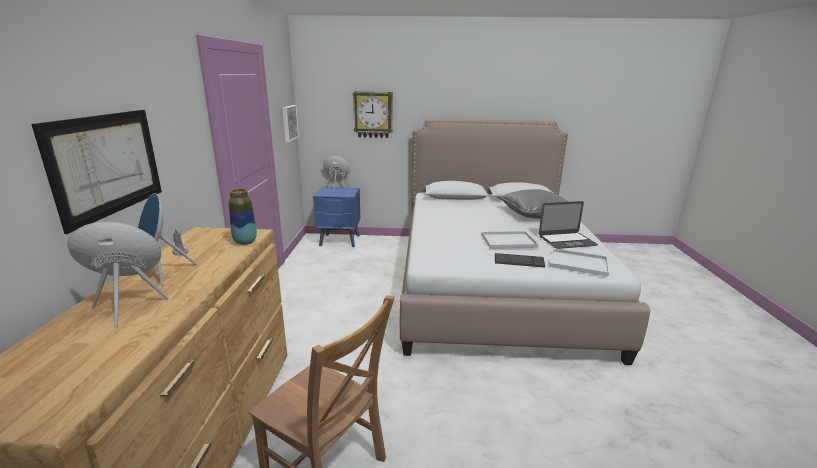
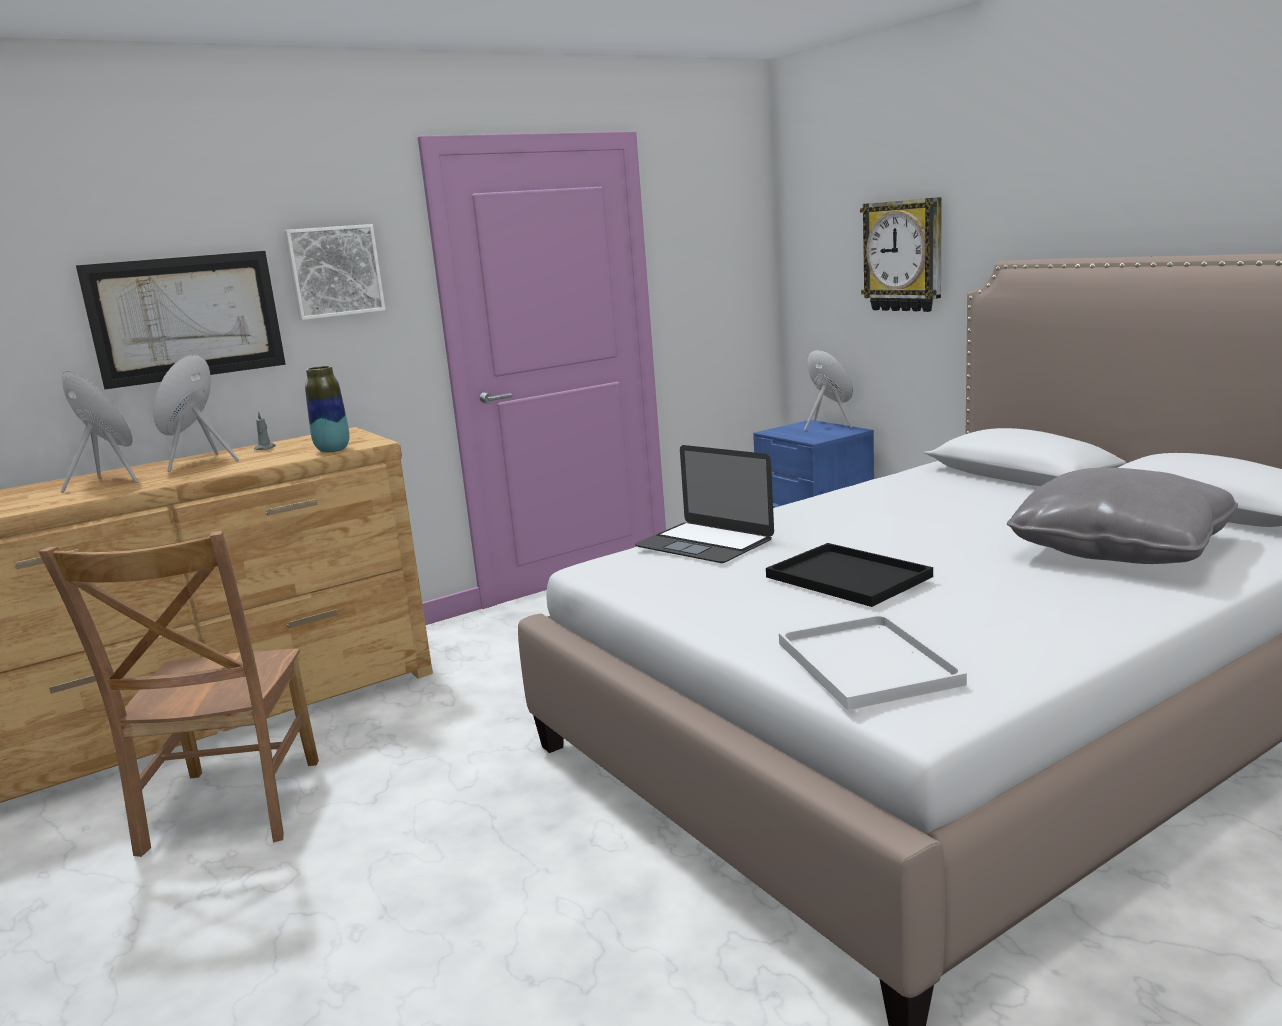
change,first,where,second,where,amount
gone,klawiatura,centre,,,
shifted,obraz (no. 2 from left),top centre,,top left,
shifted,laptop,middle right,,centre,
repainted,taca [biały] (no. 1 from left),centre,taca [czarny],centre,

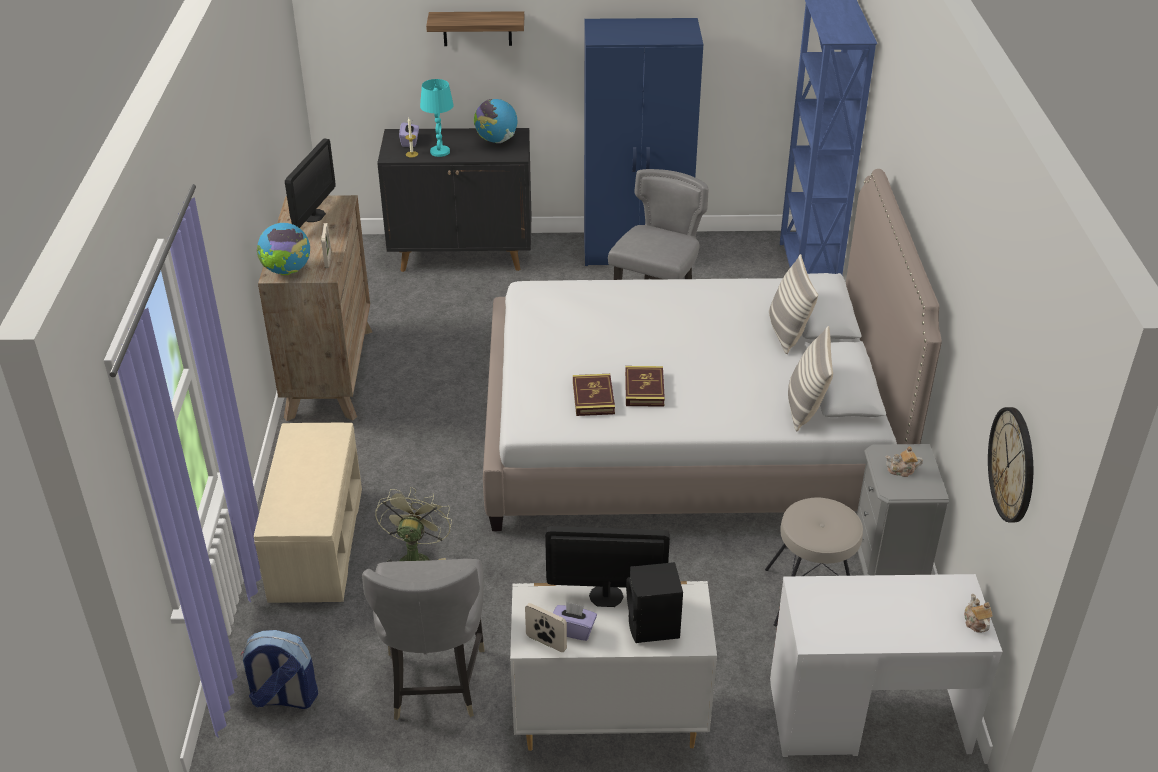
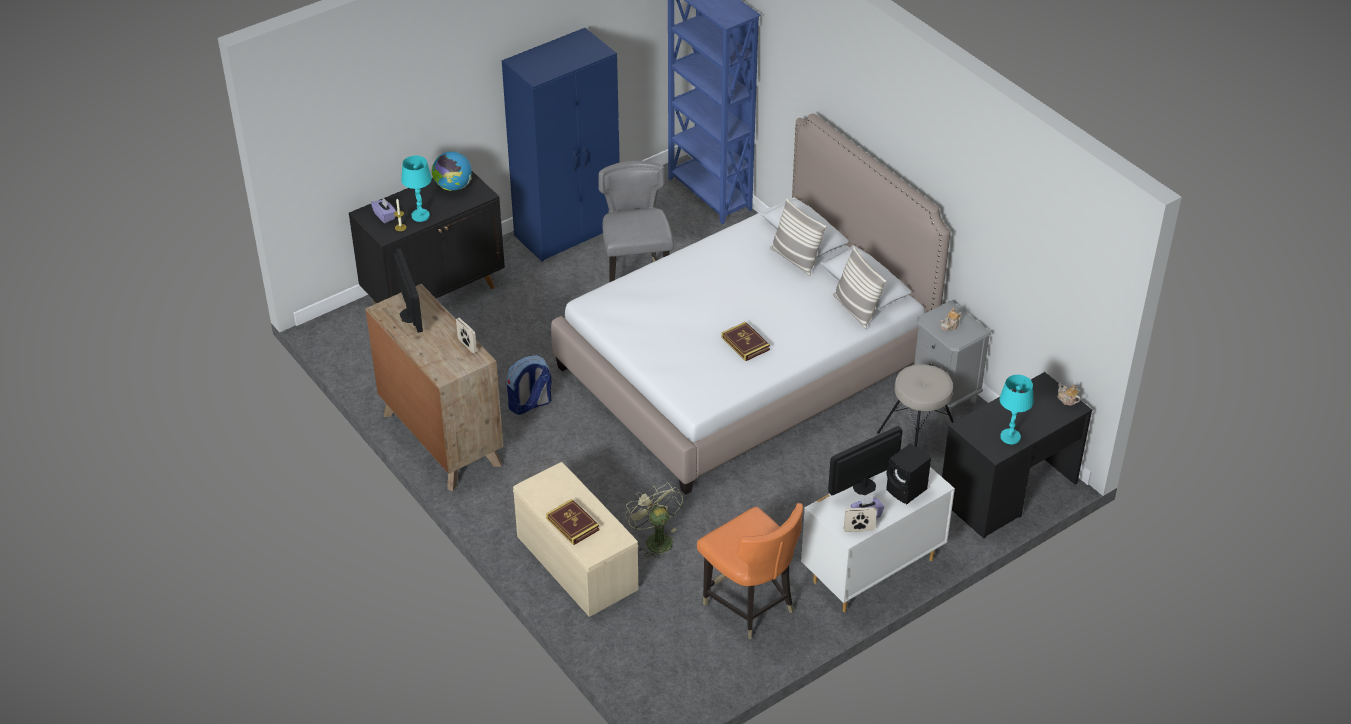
change,first,where,second,where,amount
gone,globus (no. 1 from left),top left,,,
gone,półka,top centre,,,
gone,zegar ścienny,middle right,,,
new,,,lampa stołowa [turkusowy] (no. 2 from left),middle right,
shifted,plecak,bottom left,,centre,
shifted,książka (no. 1 from left),centre,,bottom centre,
repainted,krzesło [szary] (no. 1 from left),bottom centre,krzesło [pomarańczowy],bottom centre,
repainted,biurko [biały],bottom right,biurko [czarny],middle right,

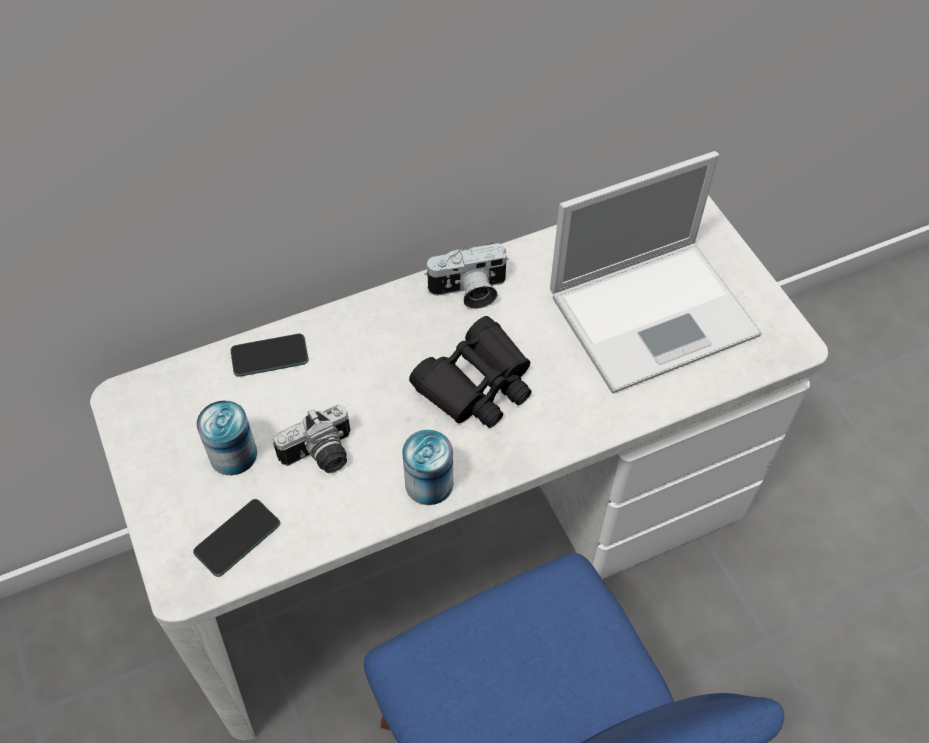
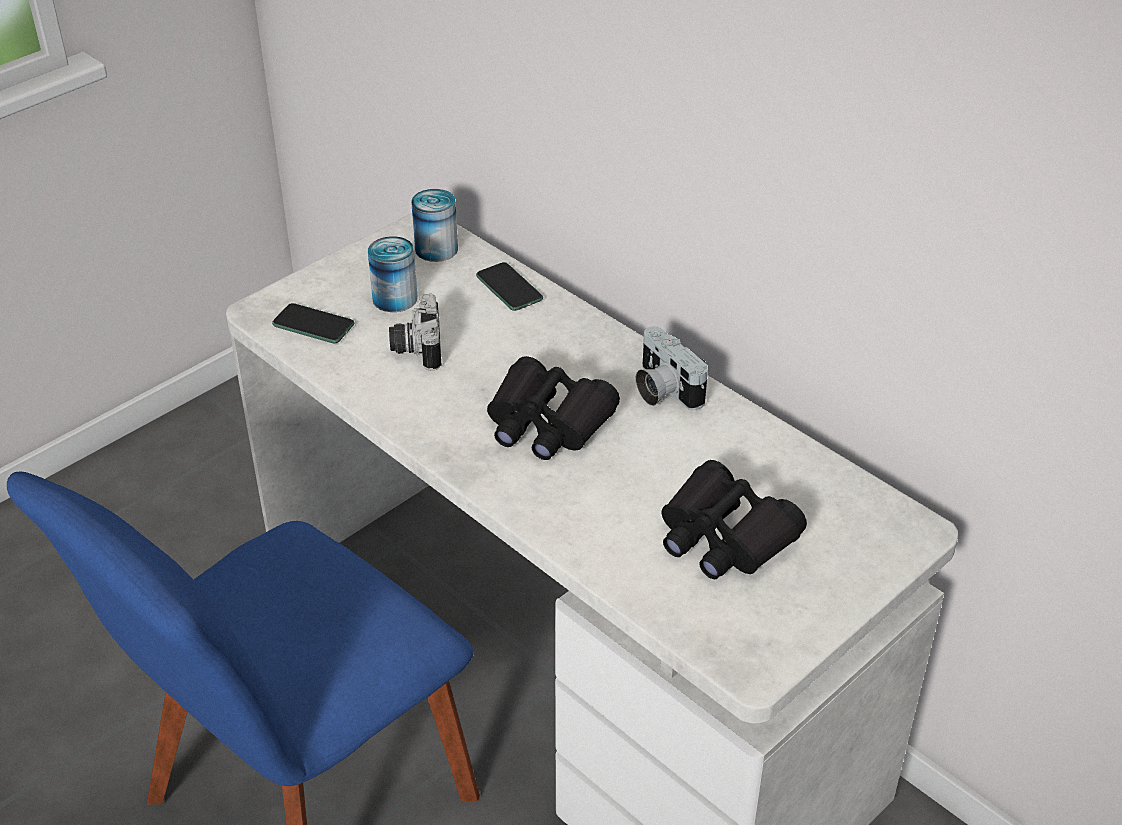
change,first,where,second,where,amount
shifted,puszka (no. 2 from left),centre,,top centre,
swapped,laptop,middle right,lornetka [czarny] (no. 2 from left),centre,
rotated,aparat fotograficzny (no. 1 from left),centre,,centre,45 degrees clockwise

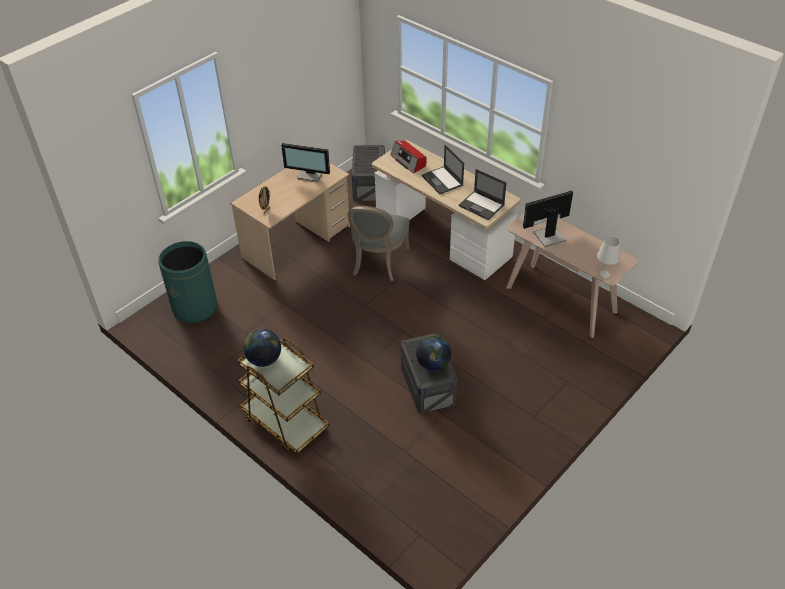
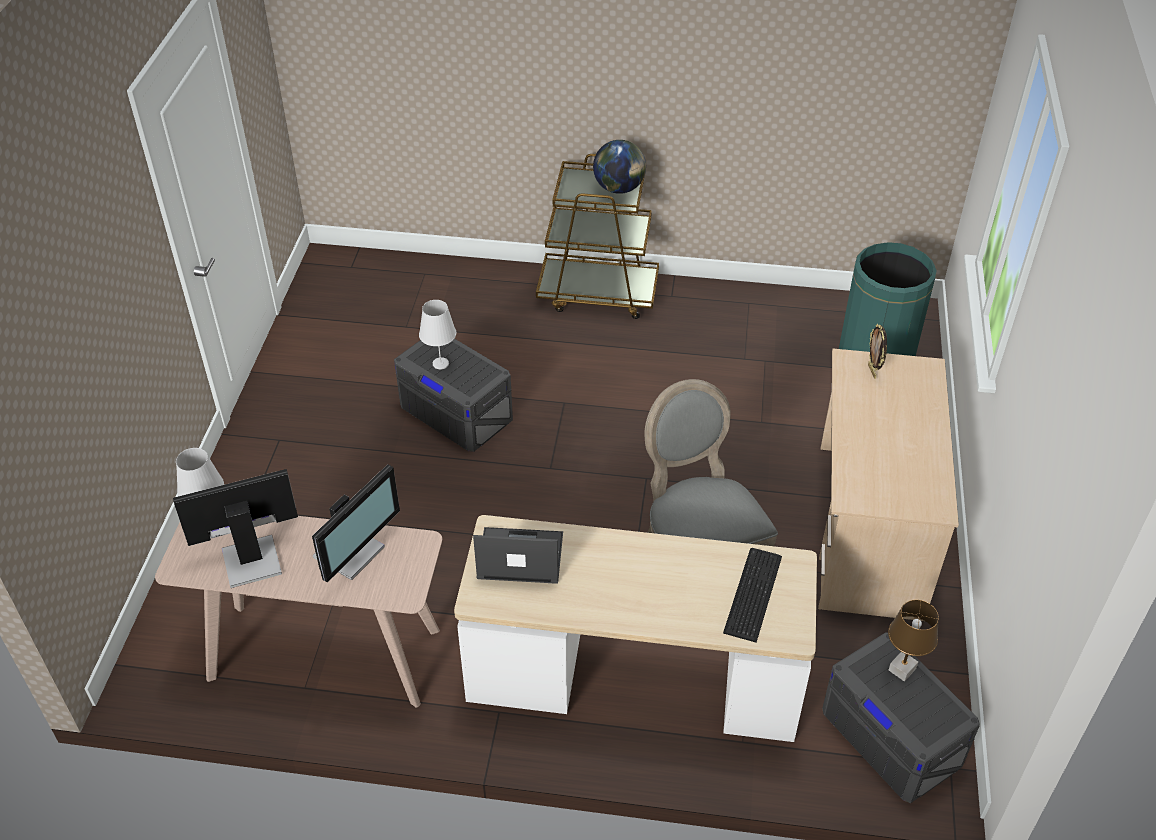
change,first,where,second,where,amount
gone,laptop (no. 1 from left),top centre,,,
new,,,lampa stołowa [brązowy],bottom right,
shifted,monitor (no. 1 from left),top centre,,middle left,
swapped,radio,top centre,klawiatura,bottom centre,
swapped,globus (no. 2 from left),centre,lampa stołowa [biały] (no. 2 from left),centre,

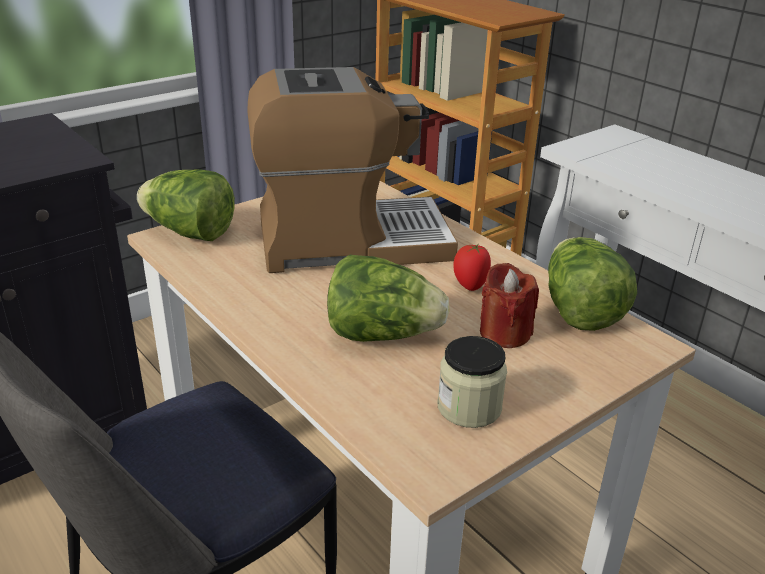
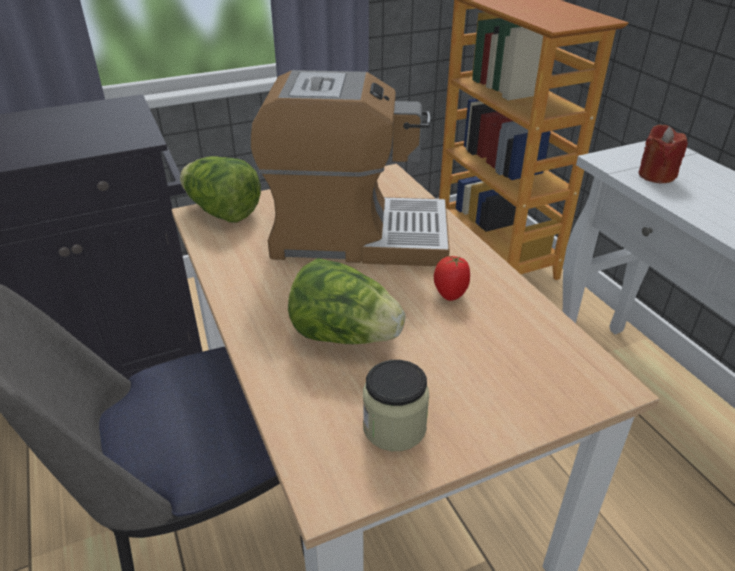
change,first,where,second,where,amount
gone,sałata (no. 3 from left),middle right,,,
shifted,świeca [czerwony],centre,,top right,

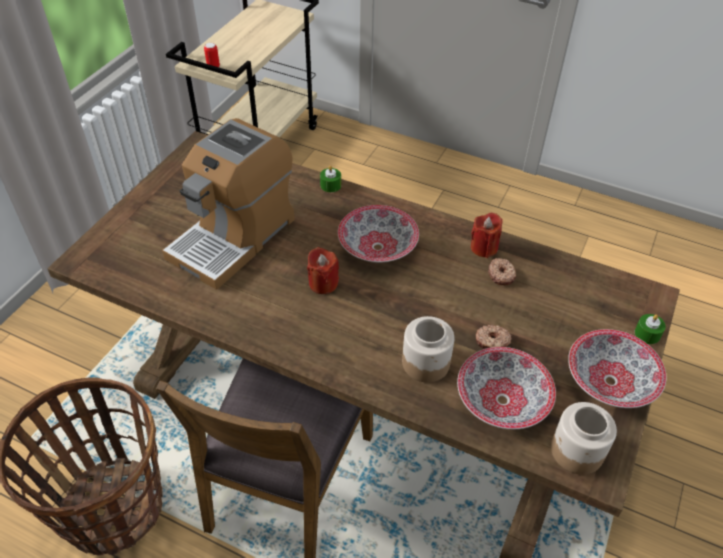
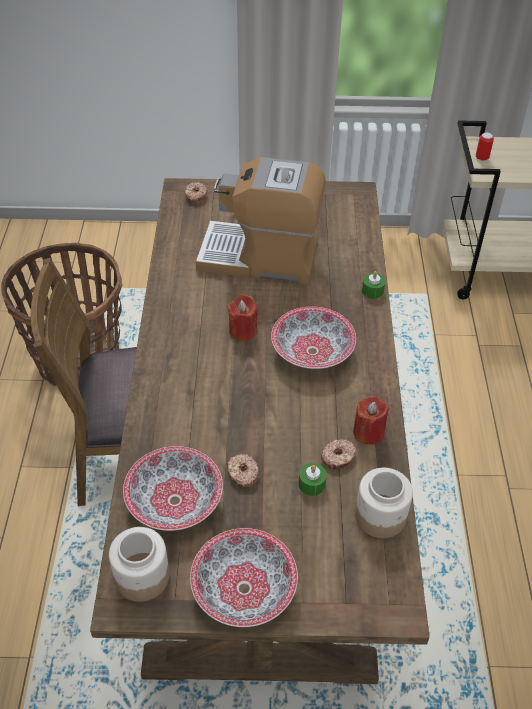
change,first,where,second,where,amount
new,,,donut (no. 1 from left),top centre,
shifted,słoik (no. 1 from left in the first image),centre,słoik (no. 2 from left),bottom right,
shifted,świeca [zielony] (no. 2 from left in the first image),middle right,świeca [zielony] (no. 1 from left),bottom centre,

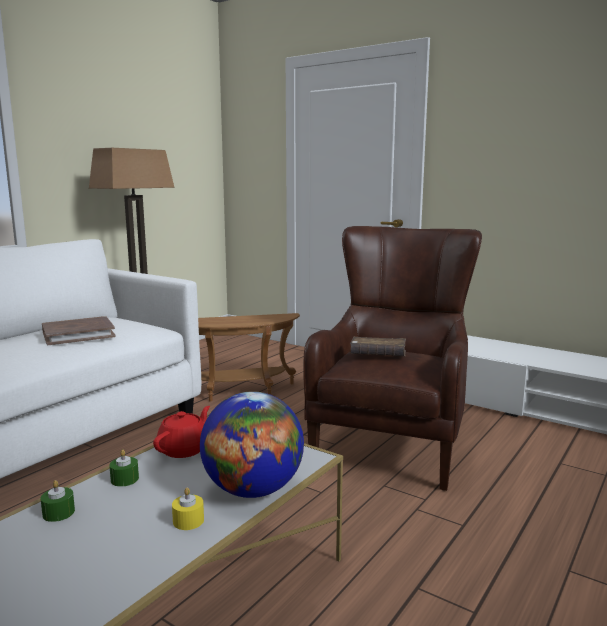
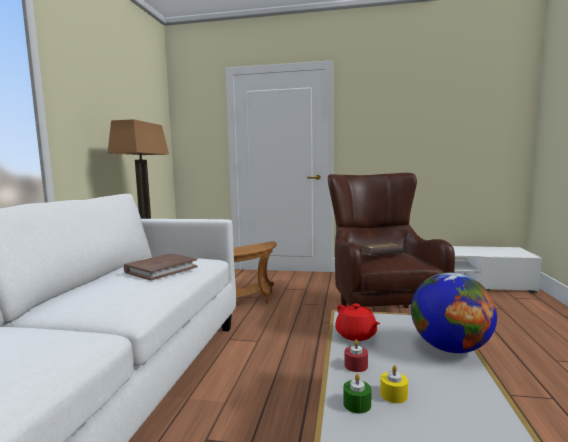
change,first,where,second,where,amount
shifted,świeca [żółty],bottom left,,bottom right,
repainted,świeca [zielony] (no. 2 from left),bottom left,świeca [czerwony],bottom centre,
rotated,imbryk [czerwony],bottom left,,bottom centre,150 degrees clockwise

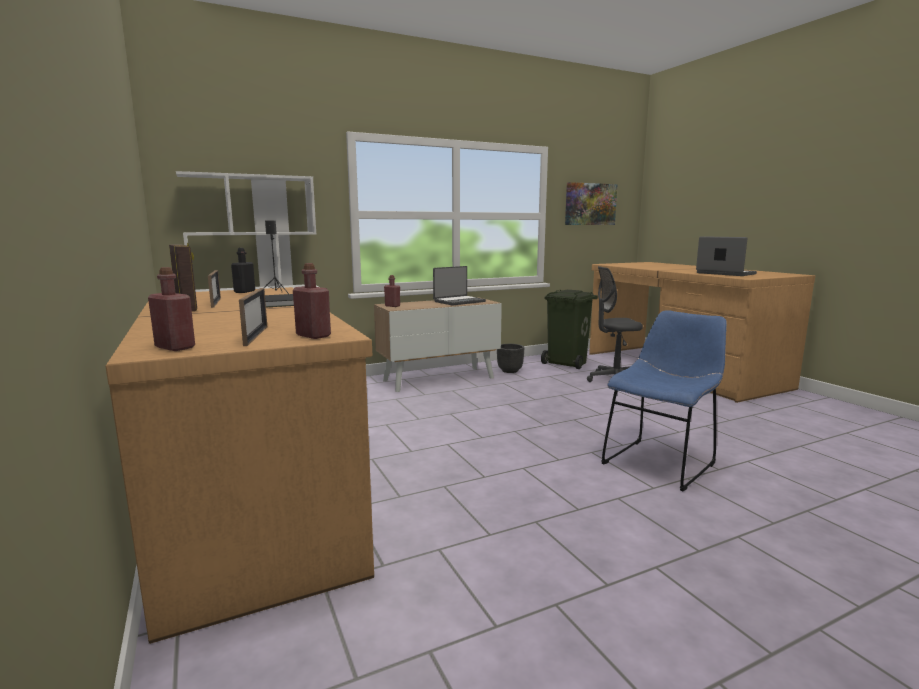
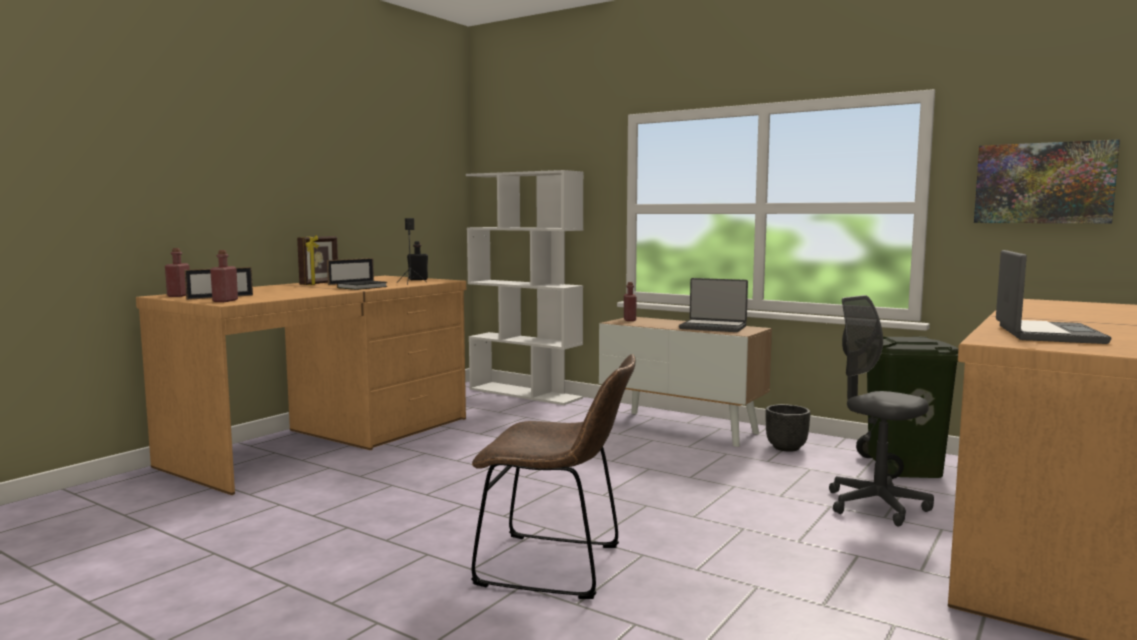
change,first,where,second,where,amount
repainted,krzesło [niebieski],middle right,krzesło [brązowy],bottom centre,

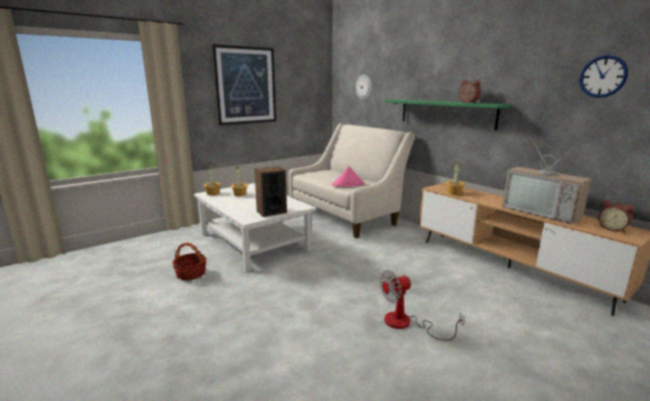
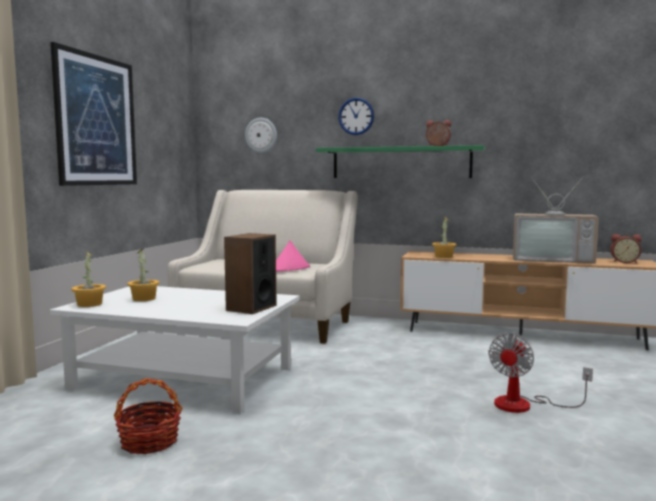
change,first,where,second,where,amount
shifted,zegar ścienny (no. 2 from left),top right,,top centre,

